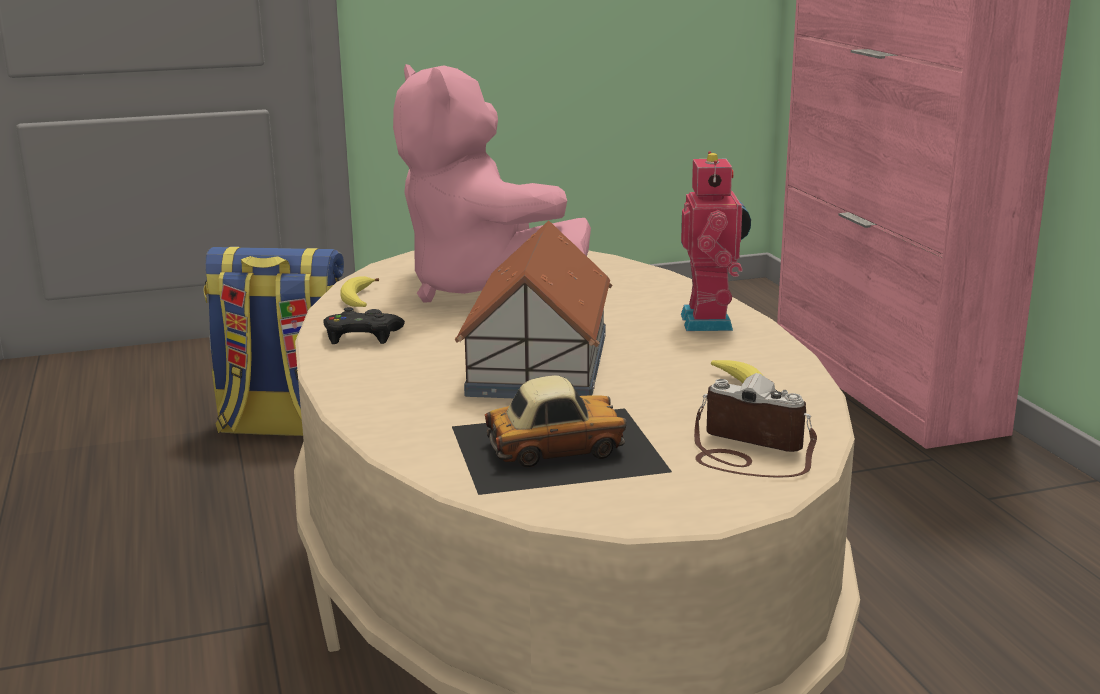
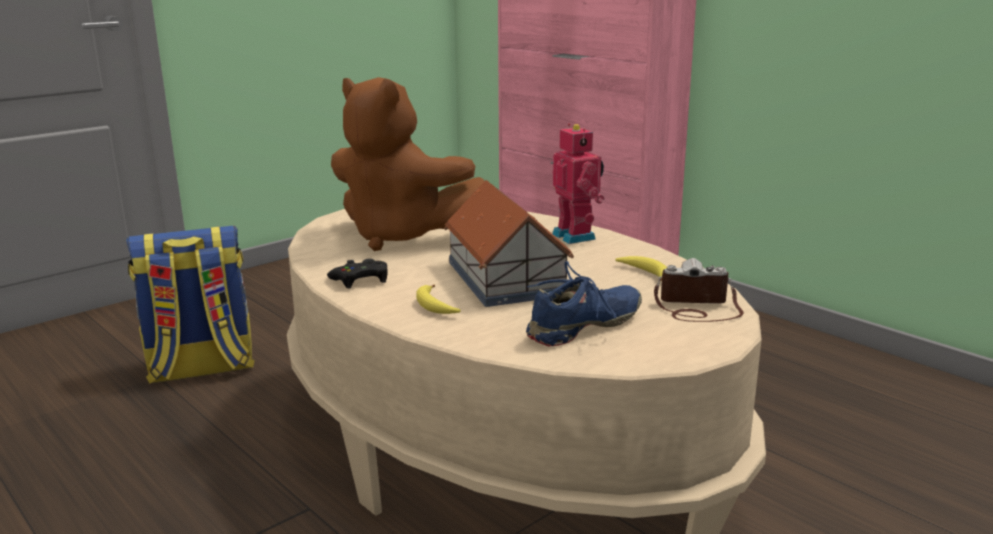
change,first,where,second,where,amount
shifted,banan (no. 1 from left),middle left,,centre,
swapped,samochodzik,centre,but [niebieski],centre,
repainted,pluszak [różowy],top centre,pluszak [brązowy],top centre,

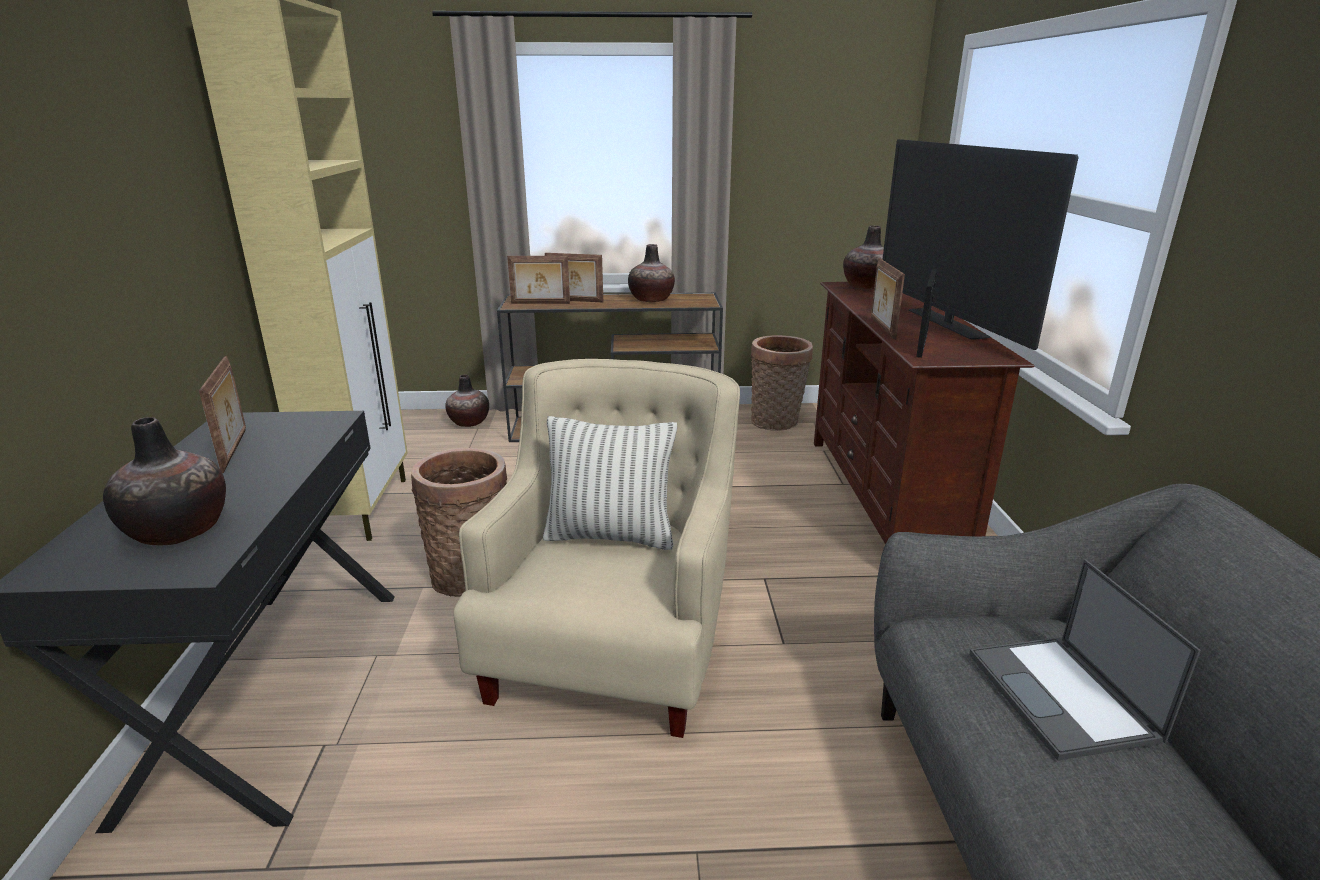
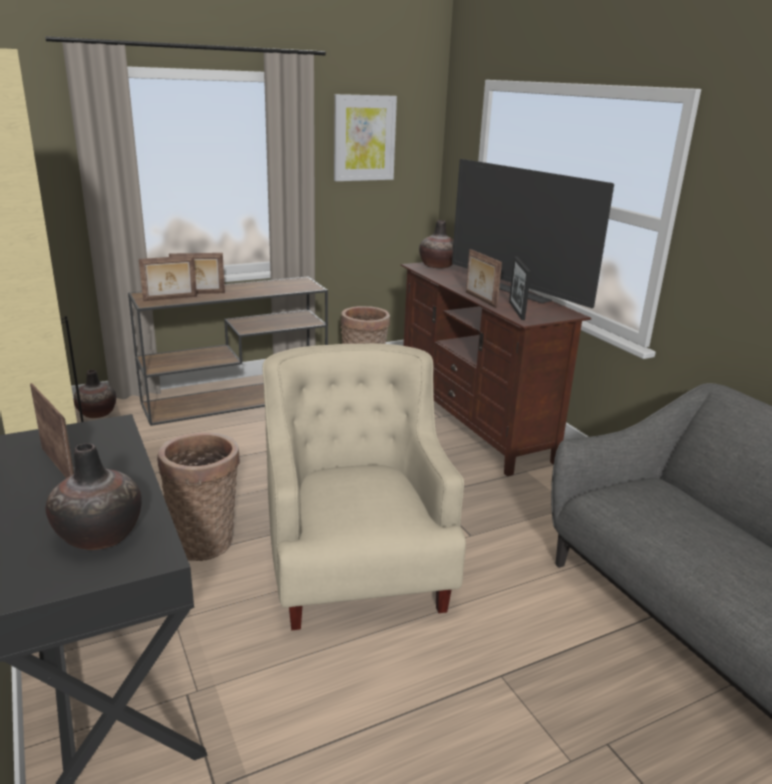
change,first,where,second,where,amount
gone,poduszka,centre,,,
gone,wazon (no. 3 from left),top centre,,,
gone,laptop,bottom right,,,
new,,,obraz,top centre,

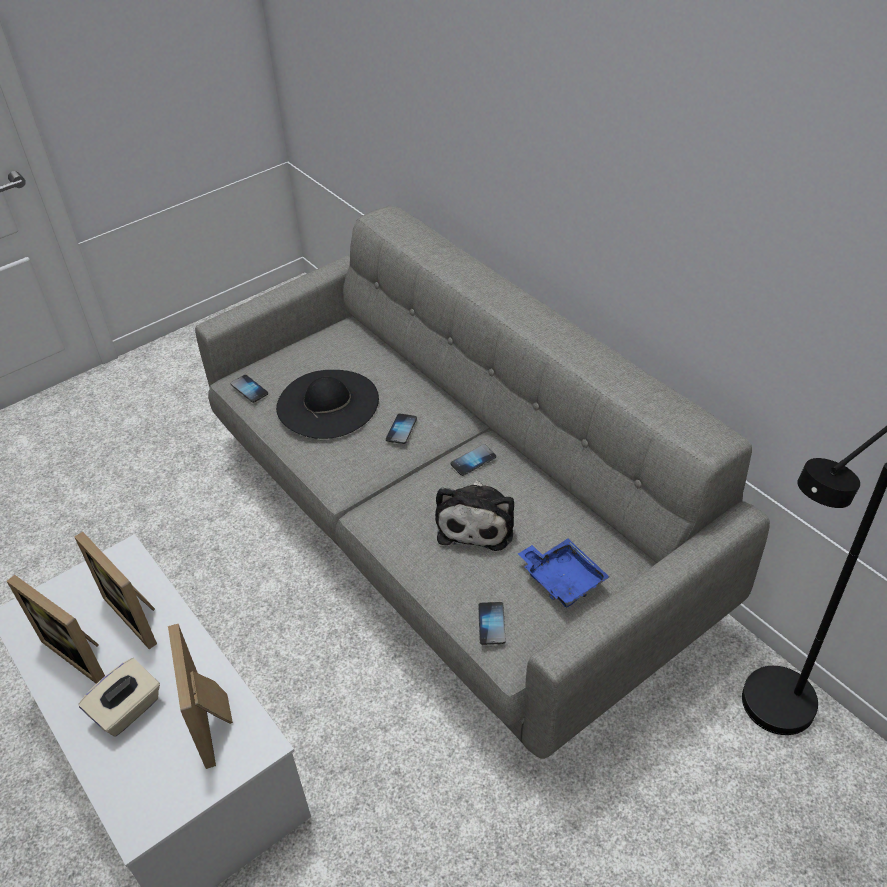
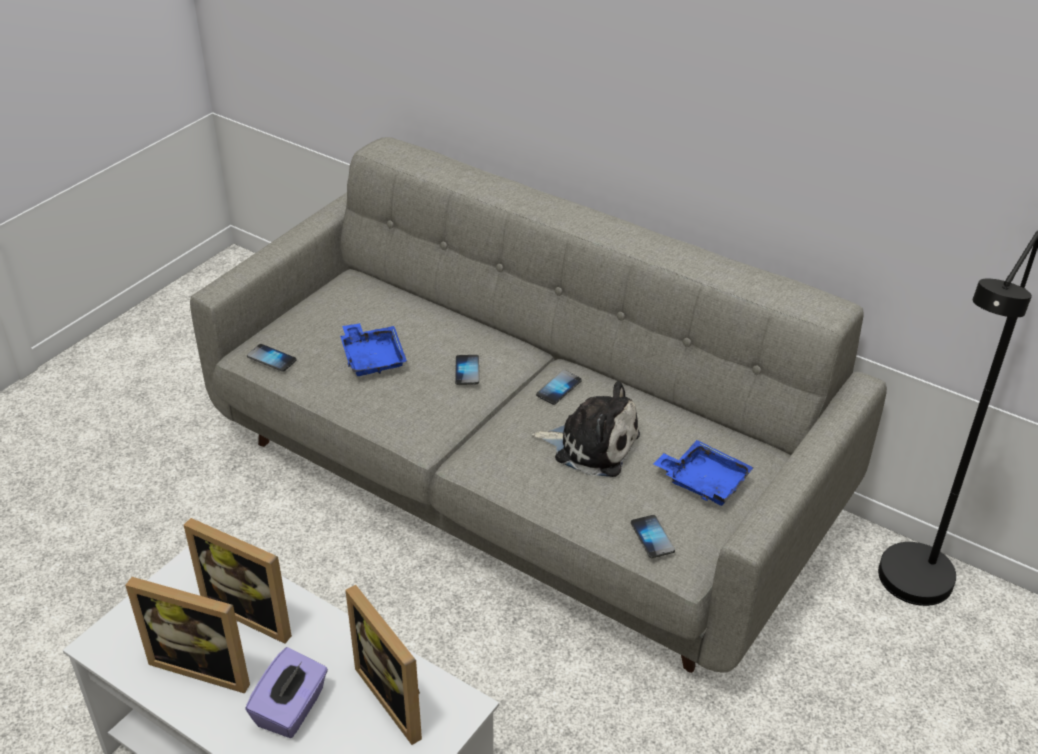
change,first,where,second,where,amount
swapped,kapelusz [czarny],centre,taca [niebieski] (no. 1 from left),centre,
repainted,pudełko chusteczek [beżowy],bottom left,pudełko chusteczek [fioletowy],bottom left,
rotated,pluszak,centre,,centre,60 degrees counterclockwise

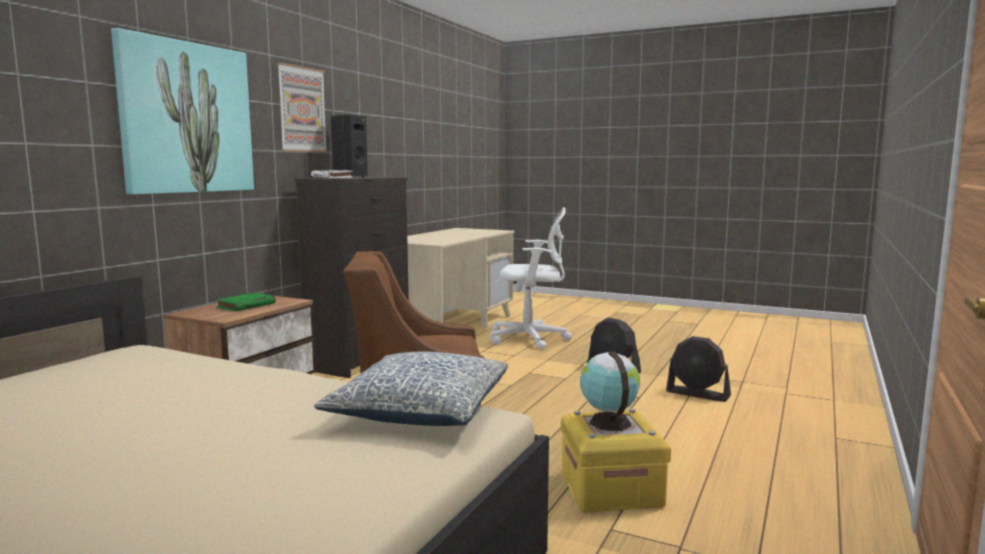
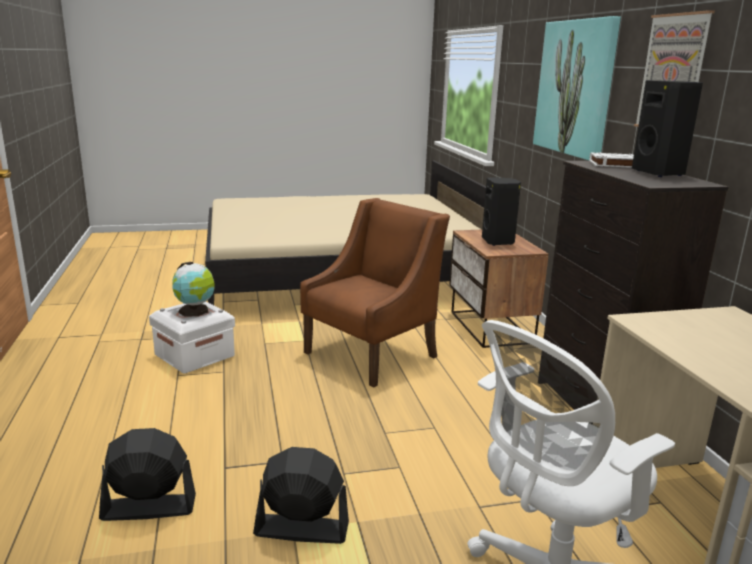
change,first,where,second,where,amount
gone,poduszka,bottom centre,,,
swapped,książka [zielony],middle left,głośnik [czarny] (no. 1 from left),centre,
repainted,pojemnik do przechowywania [żółty],bottom centre,pojemnik do przechowywania [biały],middle left,

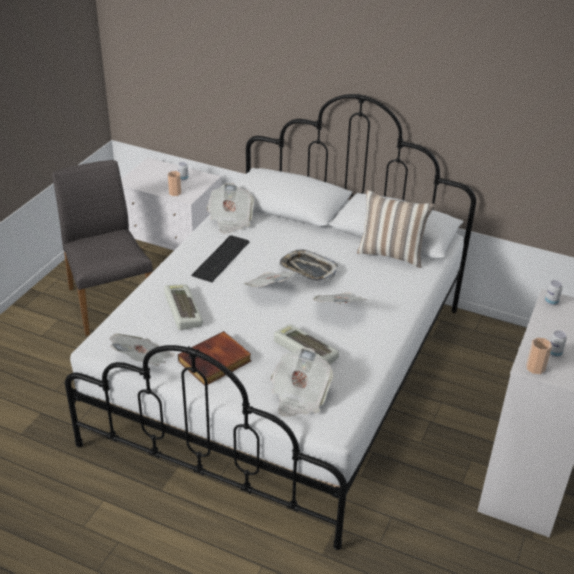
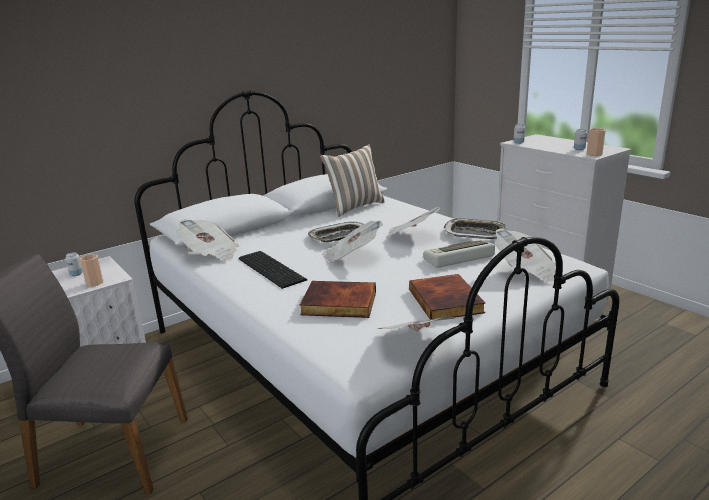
change,first,where,second,where,amount
new,,,taca (no. 2 from left),middle right,
swapped,klawiatura (no. 1 from left),middle left,książka (no. 1 from left),centre,

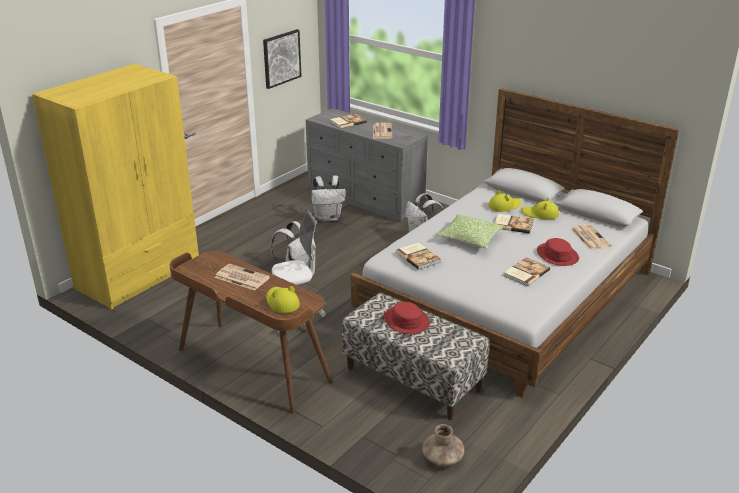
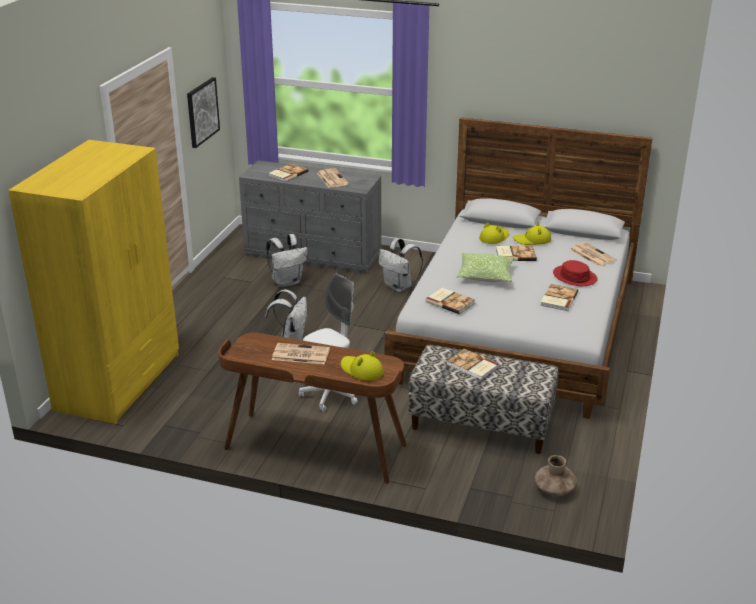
change,first,where,second,where,amount
swapped,kapelusz [czerwony] (no. 1 from left),centre,książka (no. 3 from left),centre,

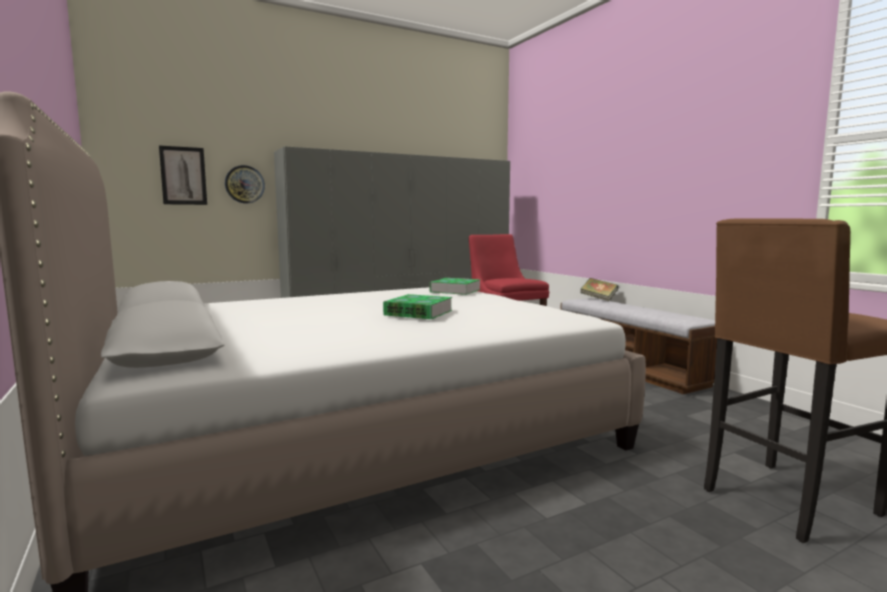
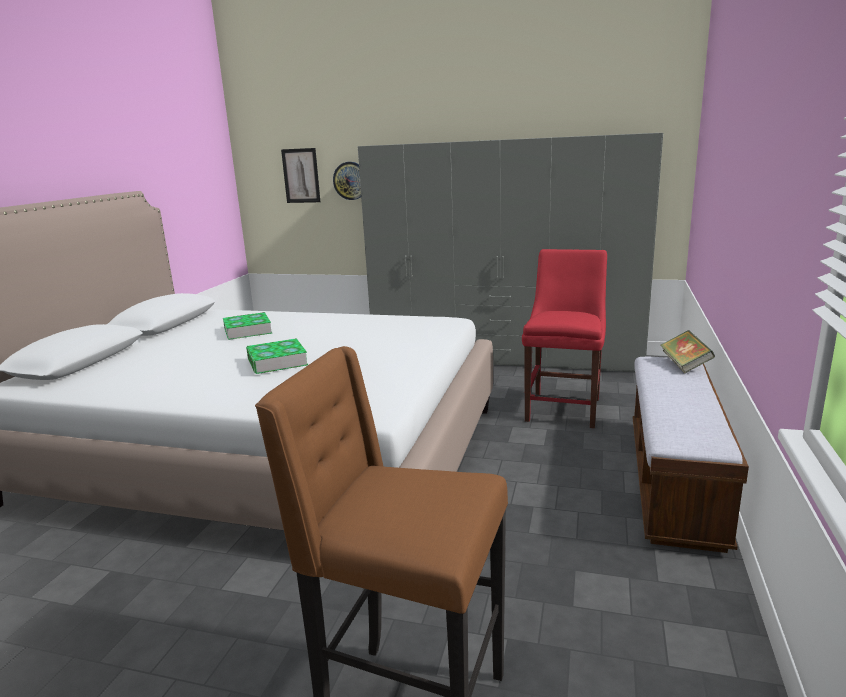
change,first,where,second,where,amount
shifted,książka (no. 2 from left in the first image),centre,książka (no. 1 from left),middle left,

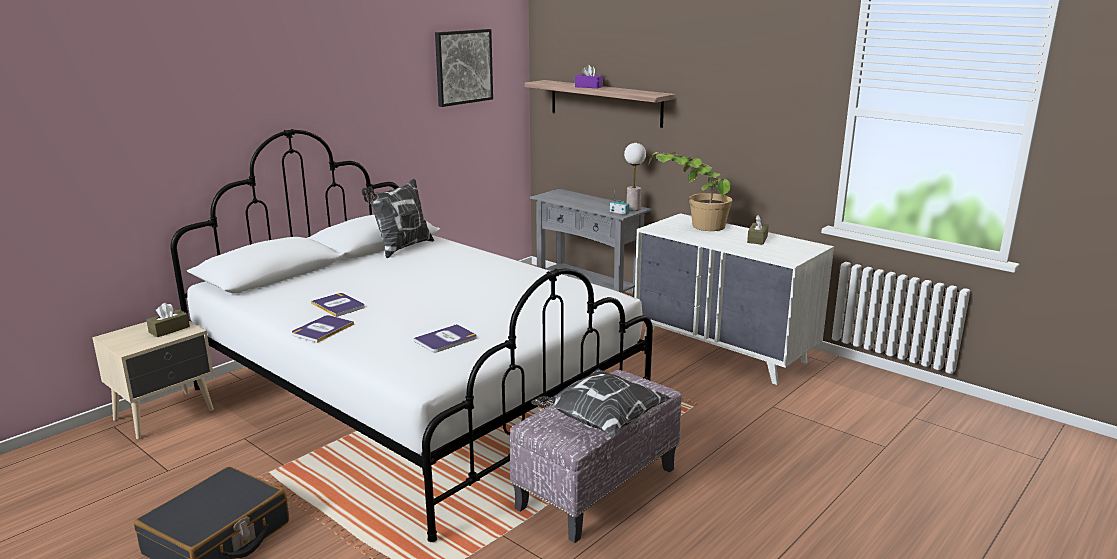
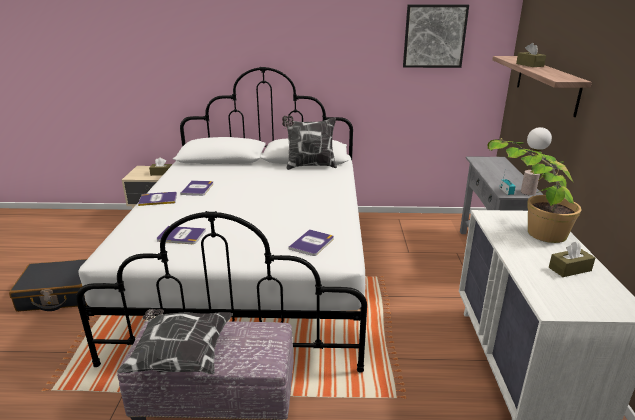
change,first,where,second,where,amount
new,,,książka (no. 4 from left),centre,
repainted,pudełko chusteczek [fioletowy],top centre,pudełko chusteczek [brązowy] (no. 2 from left),top right,

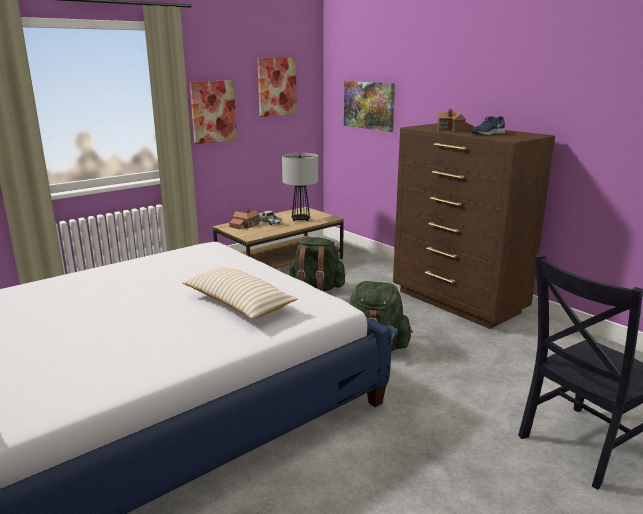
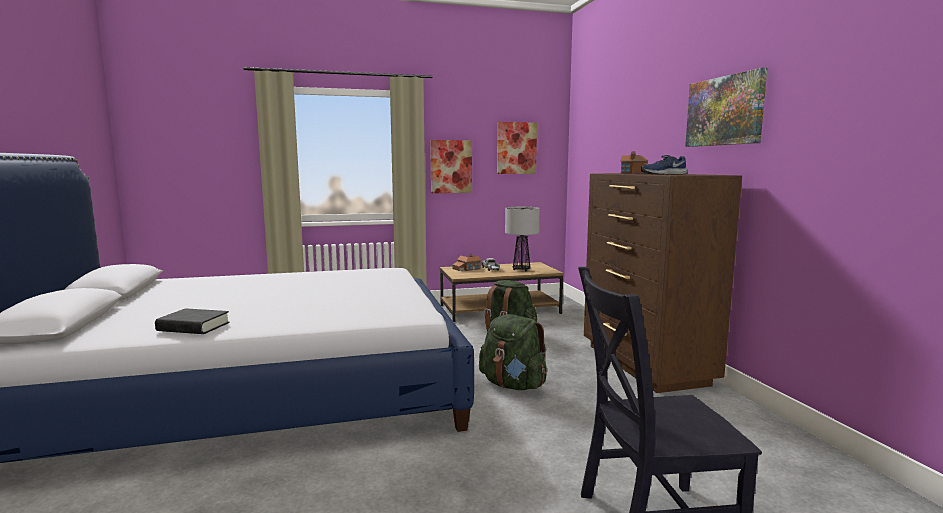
change,first,where,second,where,amount
gone,poduszka [beżowy],centre,,,
new,,,książka [czarny],middle left,
shifted,obraz (no. 3 from left),top centre,,top right,

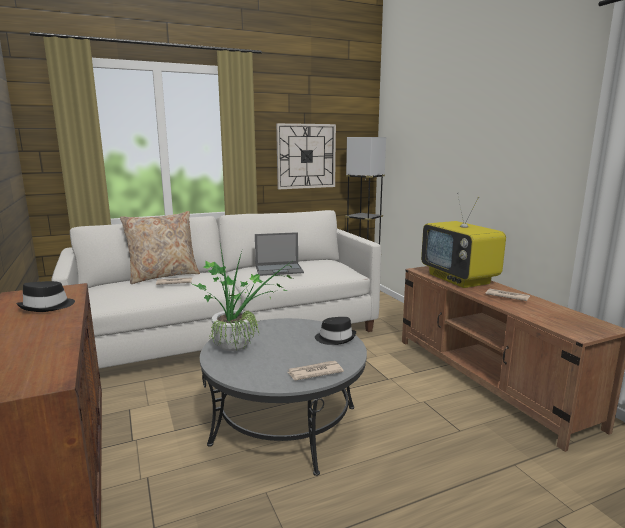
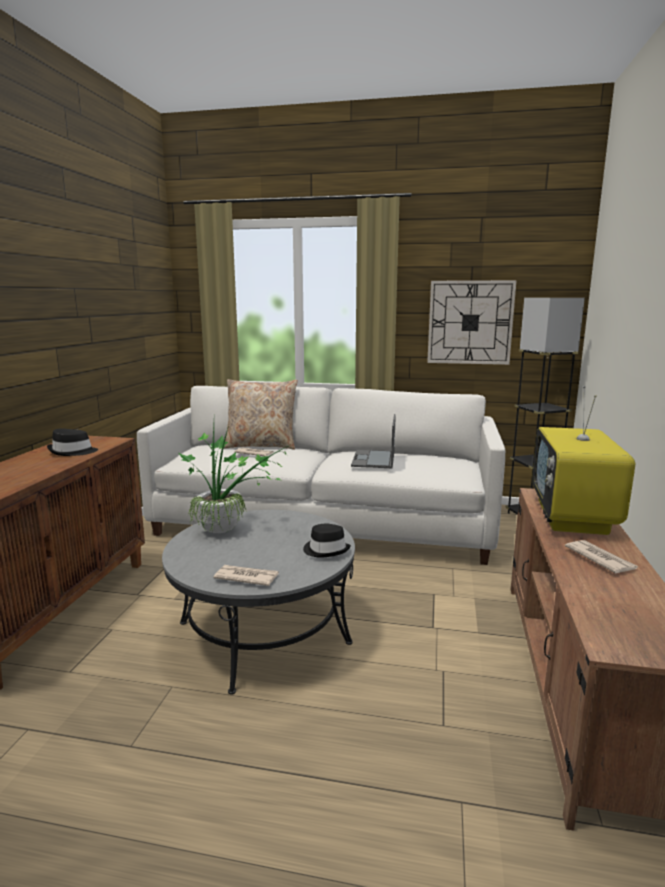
change,first,where,second,where,amount
rotated,laptop,centre,,centre,75 degrees clockwise

